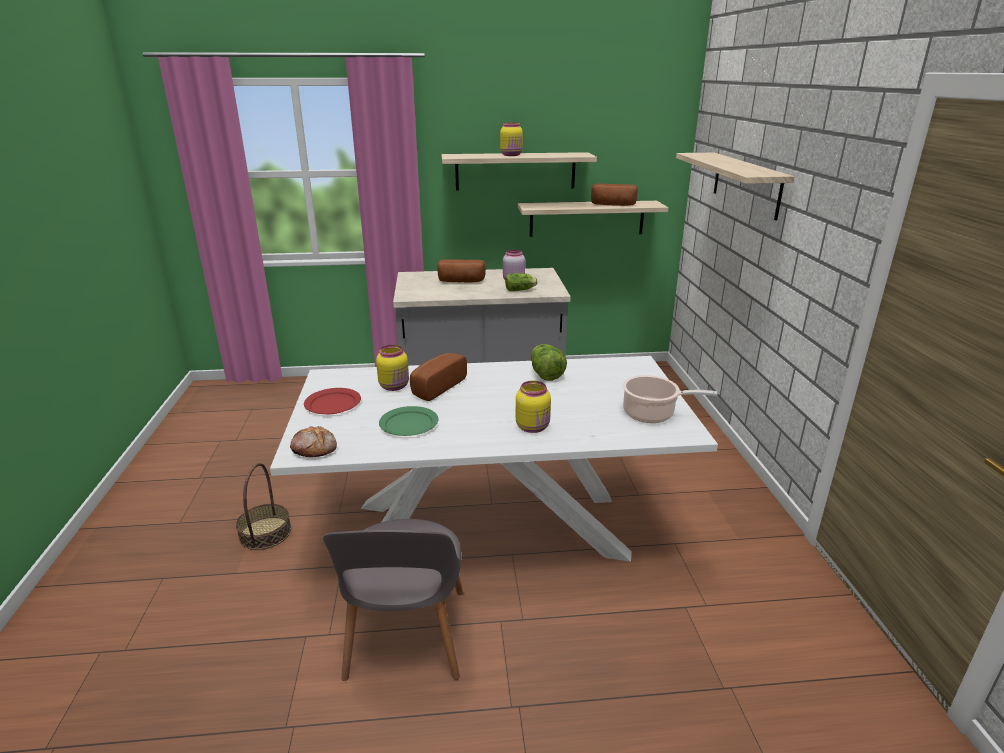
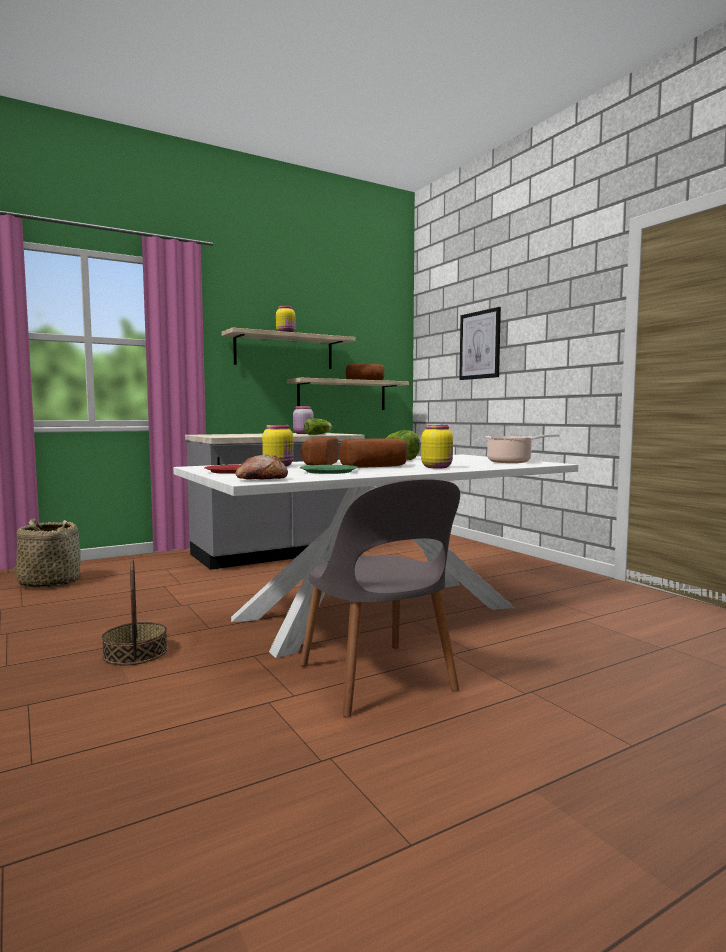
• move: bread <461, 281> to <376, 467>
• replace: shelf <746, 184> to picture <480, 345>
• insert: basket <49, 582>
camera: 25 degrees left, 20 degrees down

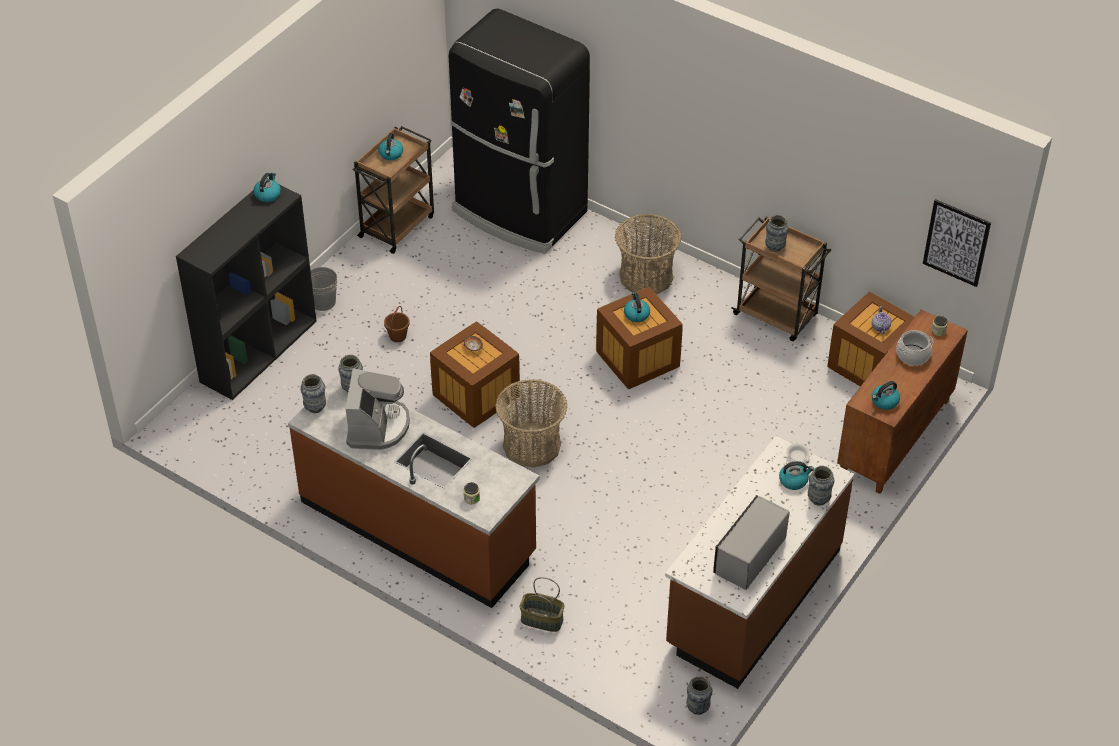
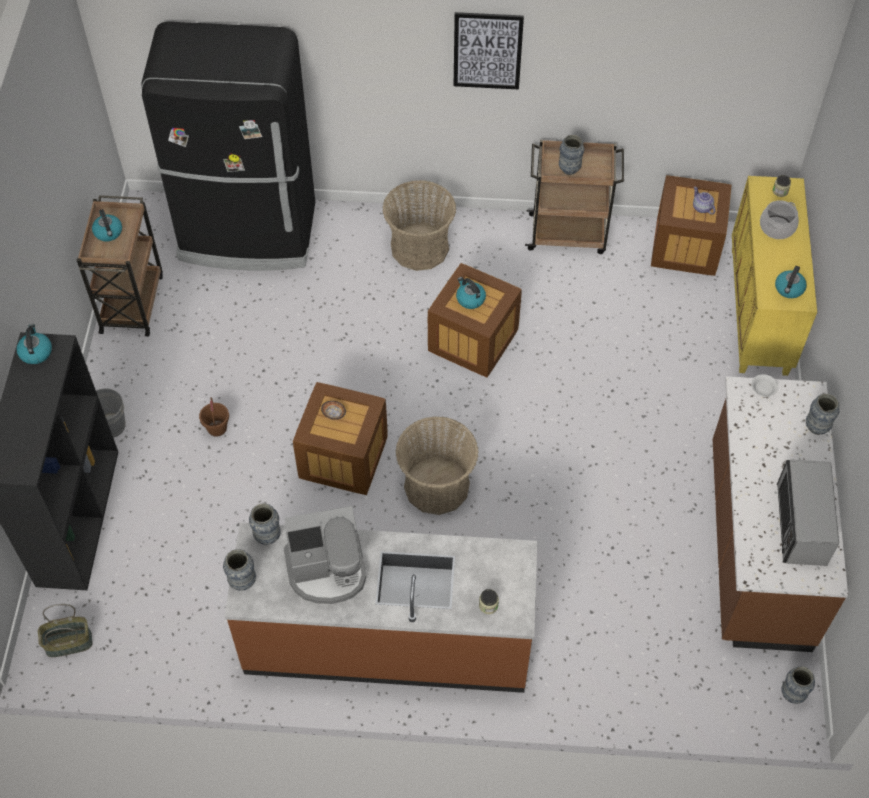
• rotate: coffee machine <377, 426> = <327, 570> 105 degrees clockwise
• move: basket <541, 620> to <68, 643>
• delete: kettle <794, 480>
• recolor: brown cabinet <895, 438> to yellow cabinet <760, 311>
• move: picture <956, 242> to <487, 50>
camera: 30 degrees left, 10 degrees up

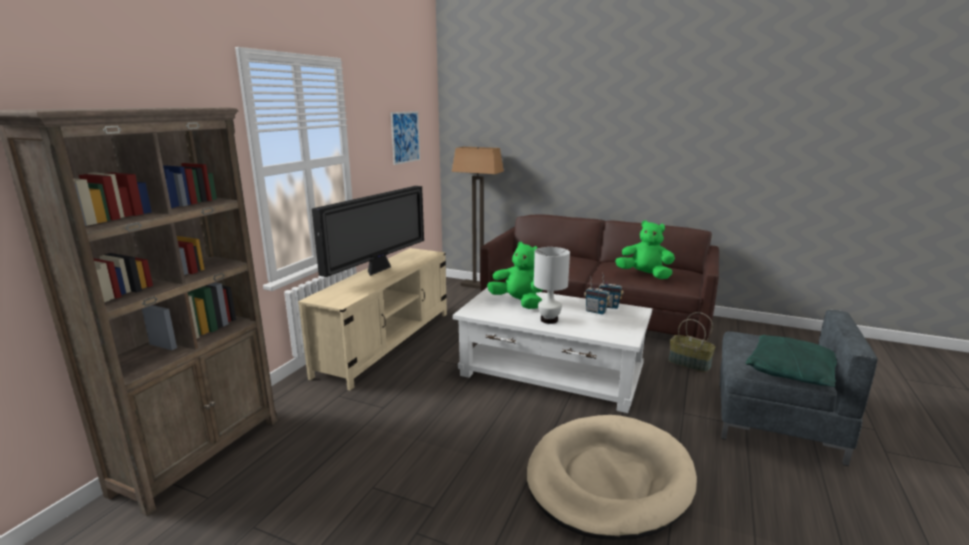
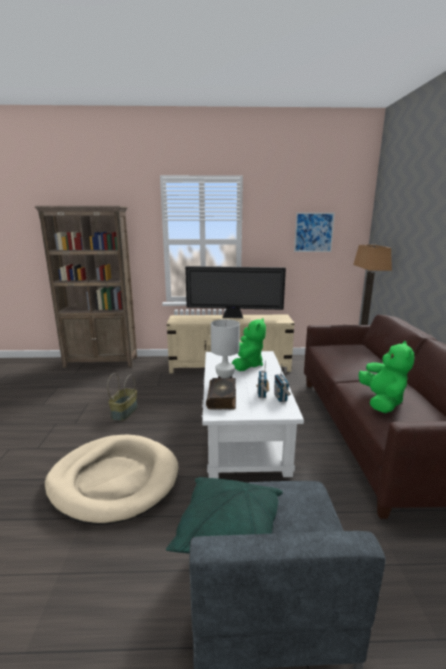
• move: basket <688, 364> to <124, 412>
• insert: book <222, 398>
camera: 65 degrees right, 0 degrees up

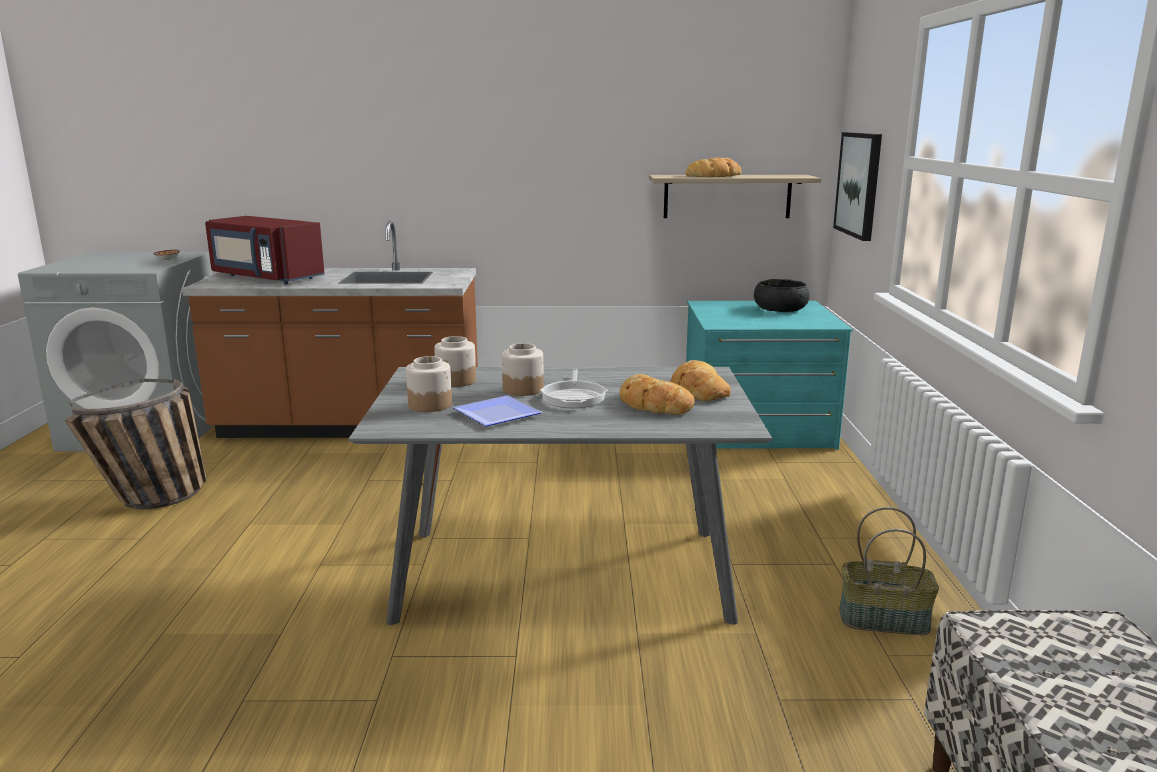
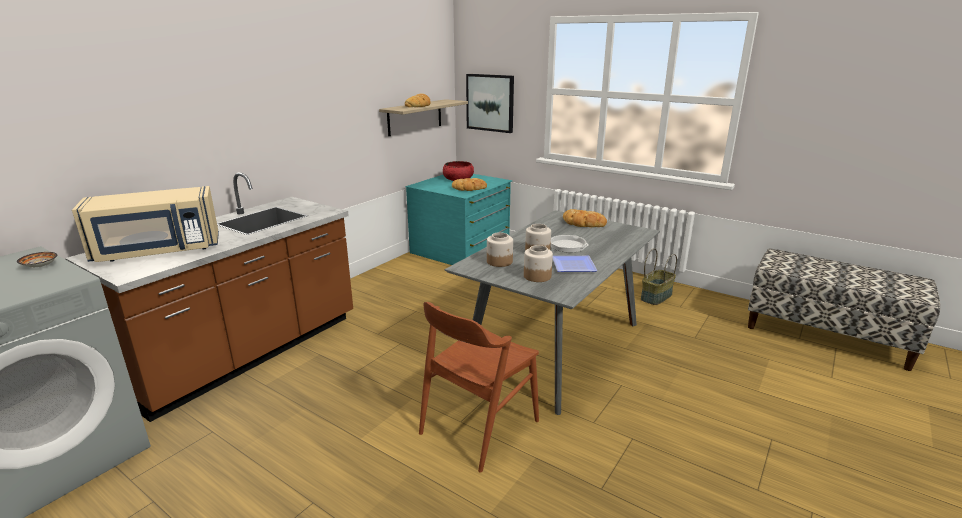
• delete: basket <152, 502>
• recolor: red microwave <266, 277> to beige microwave <158, 251>
• move: bread <653, 404> to <469, 188>
• recolor: black bowl <780, 309> to red bowl <458, 178>
• insert: brown chair <479, 427>
camera: 55 degrees left, 5 degrees up

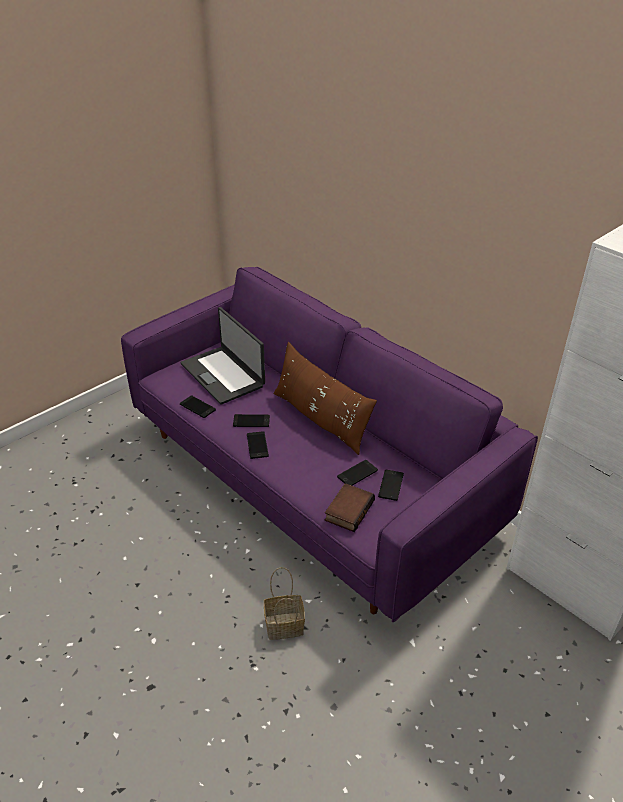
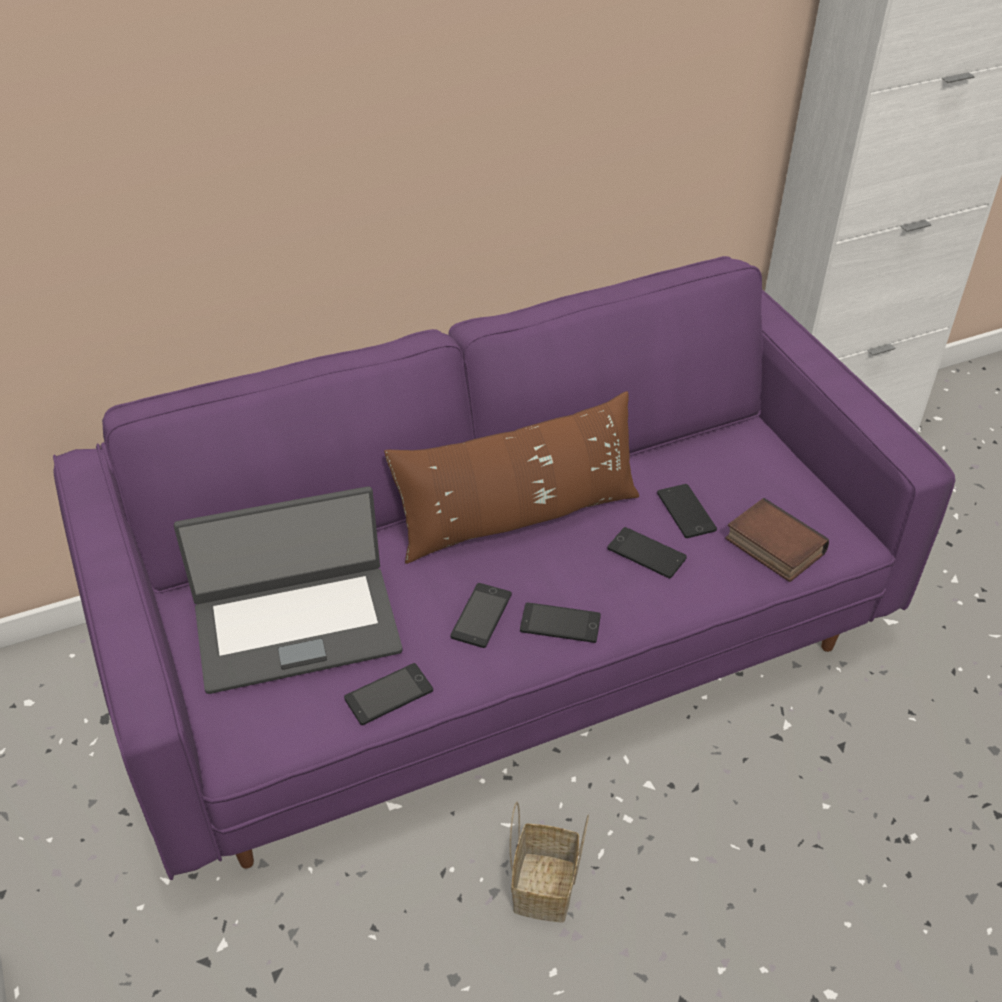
• move: basket <283, 626> to <545, 889>
• move: phone <391, 485> to <646, 553>
camera: 70 degrees left, 5 degrees up

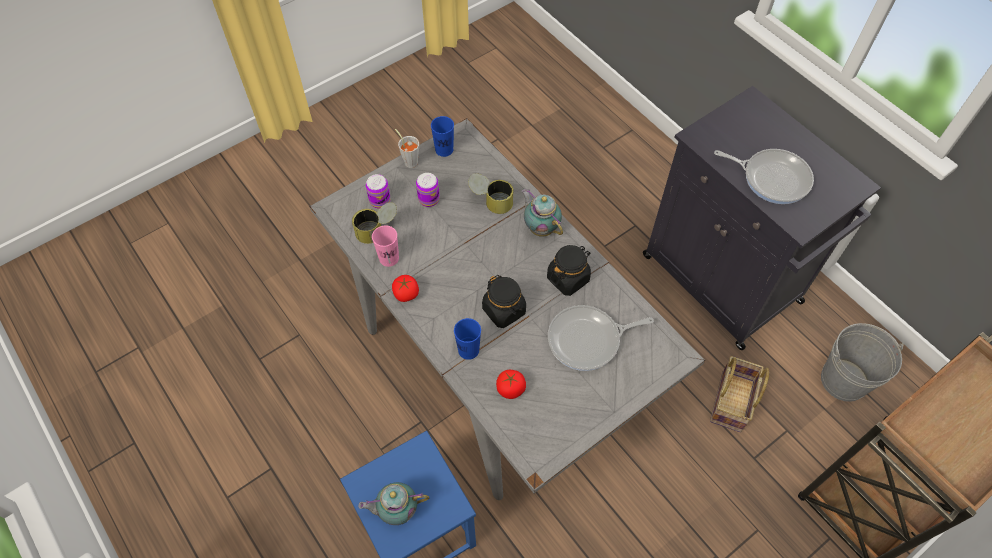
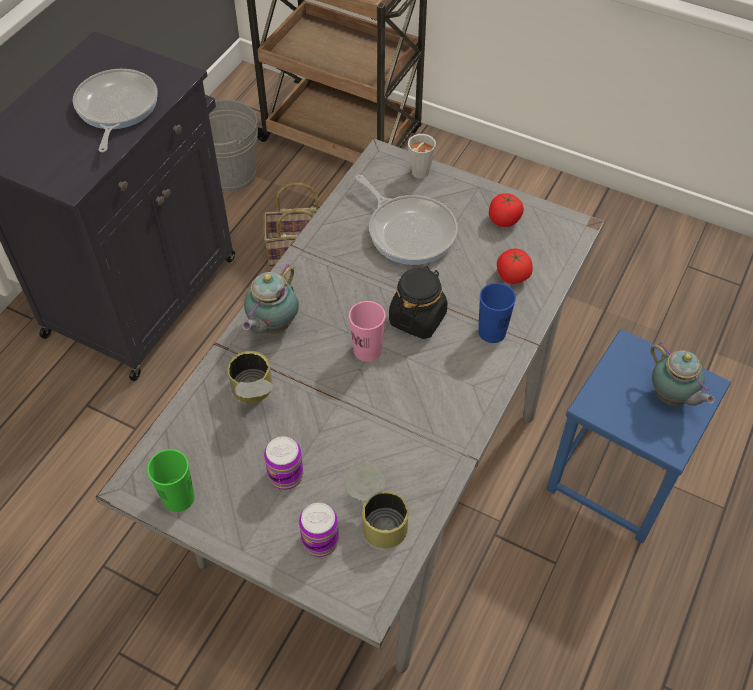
• move: pink cup <389, 258> to <367, 350>
• move: tomato <406, 294> to <504, 220>
• move: grey cup <409, 160> to <418, 175>
• recolor: blue cup <444, 150> to green cup <178, 498>
• delete: black jar <568, 278>
camera: 115 degrees left, 5 degrees down

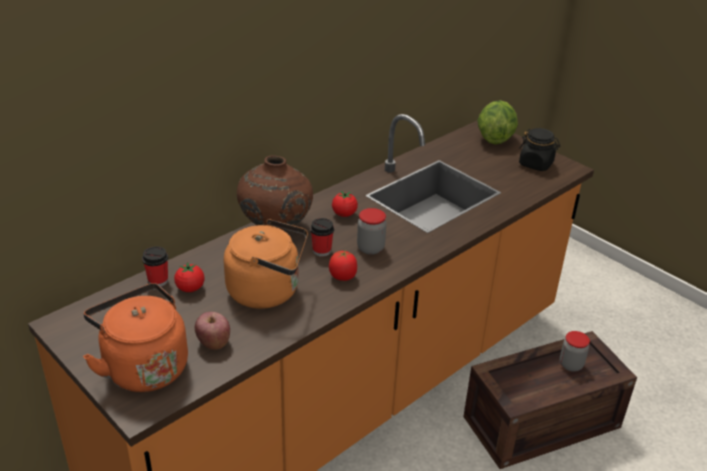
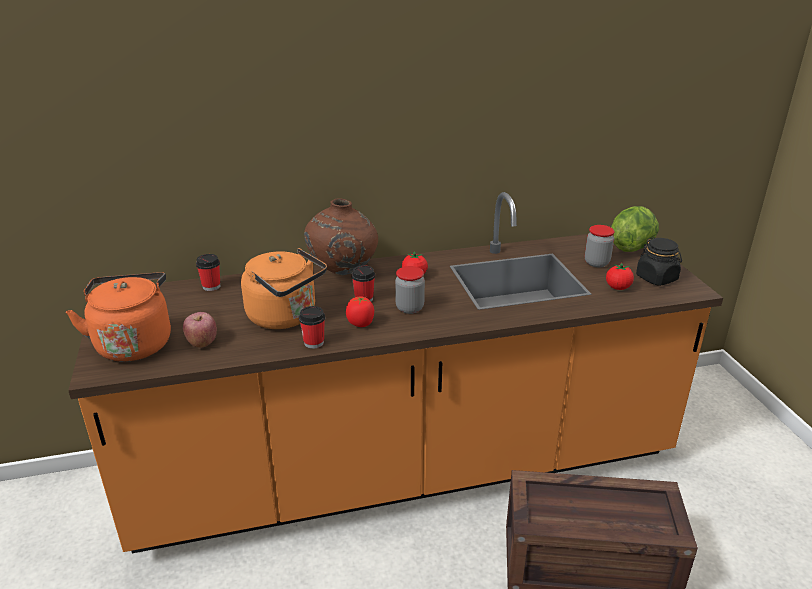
• move: tomato <190, 288> to <618, 288>
• move: jar <571, 365> to <596, 263>
• insert: cup <314, 342>
camera: 30 degrees right, 5 degrees down

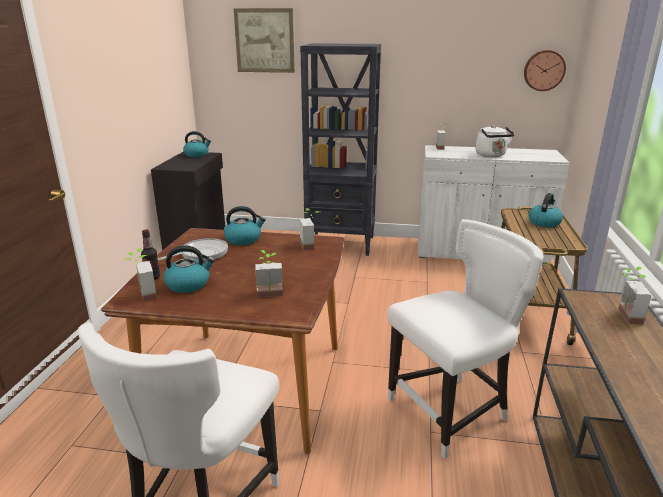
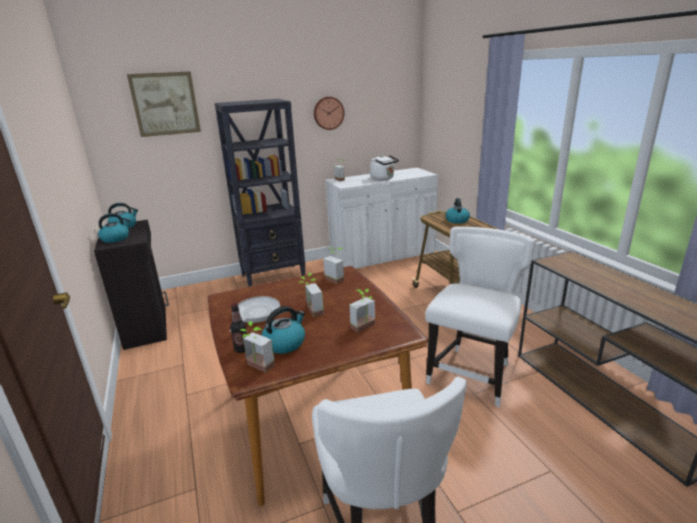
• move: kettle <243, 239> to <116, 238>
• move: wall clock <544, 70> to <328, 113>
• move: potted plant <623, 316> to <311, 312>
camera: 30 degrees left, 0 degrees up

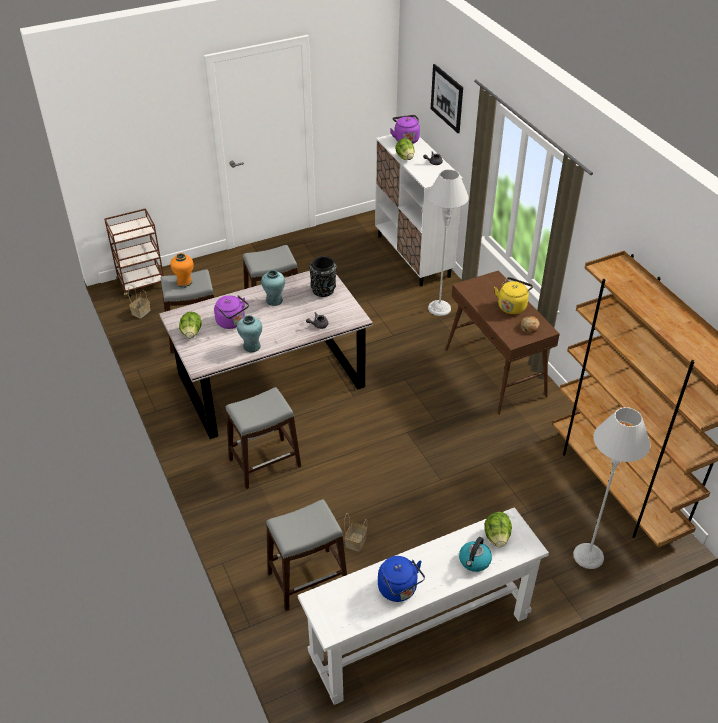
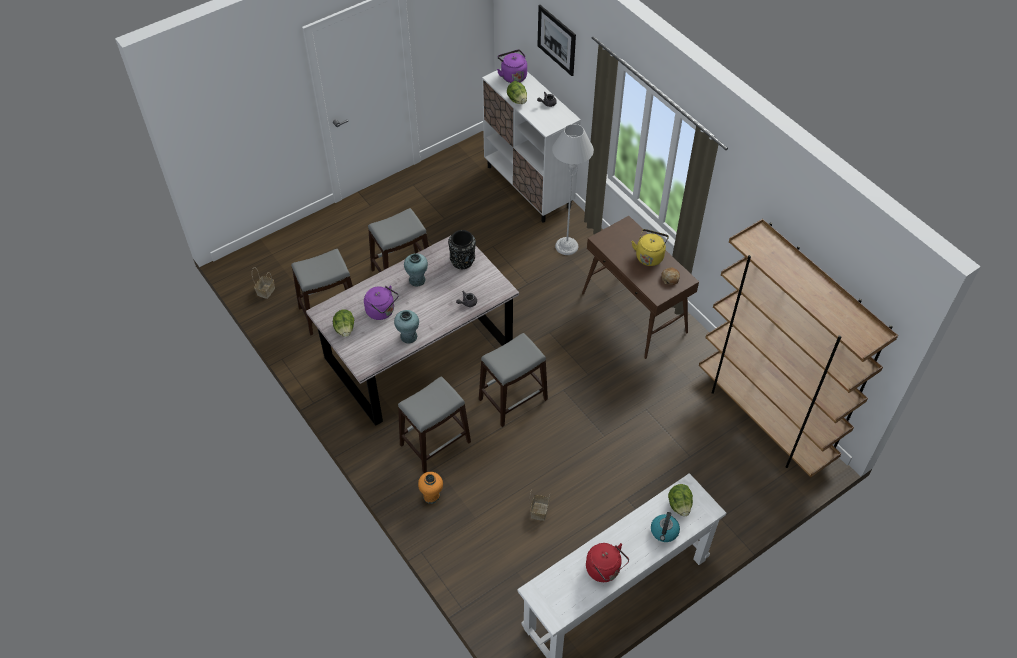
• delete: brown cart <142, 284>
• move: orange vase <184, 282> to <431, 496>
• move: grey stool <308, 579> to <513, 399>
• recolor: blue kettle <399, 590> to red kettle <605, 570>
• delete: grey floor lamp <588, 556>
camera: 10 degrees left, 10 degrees up

